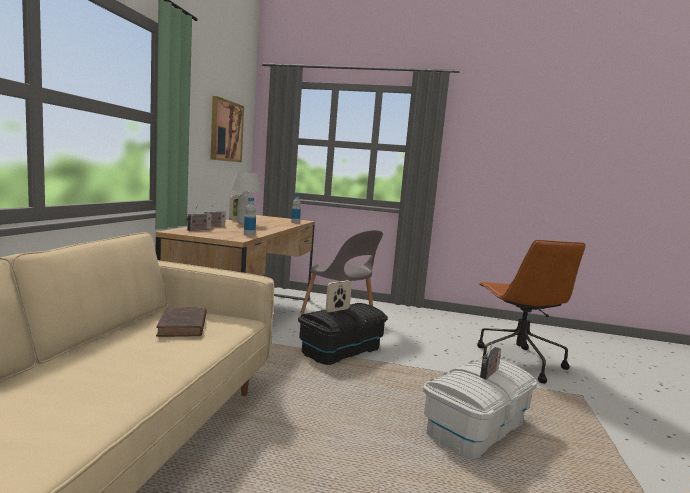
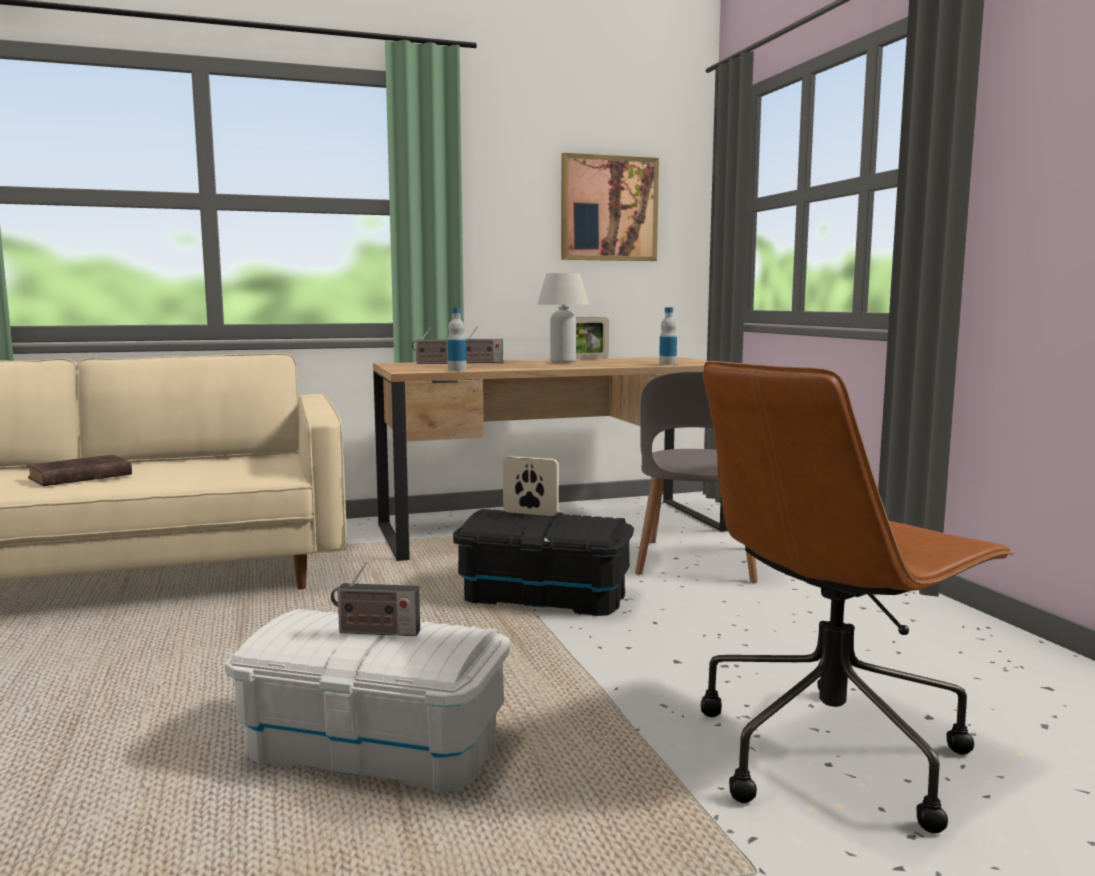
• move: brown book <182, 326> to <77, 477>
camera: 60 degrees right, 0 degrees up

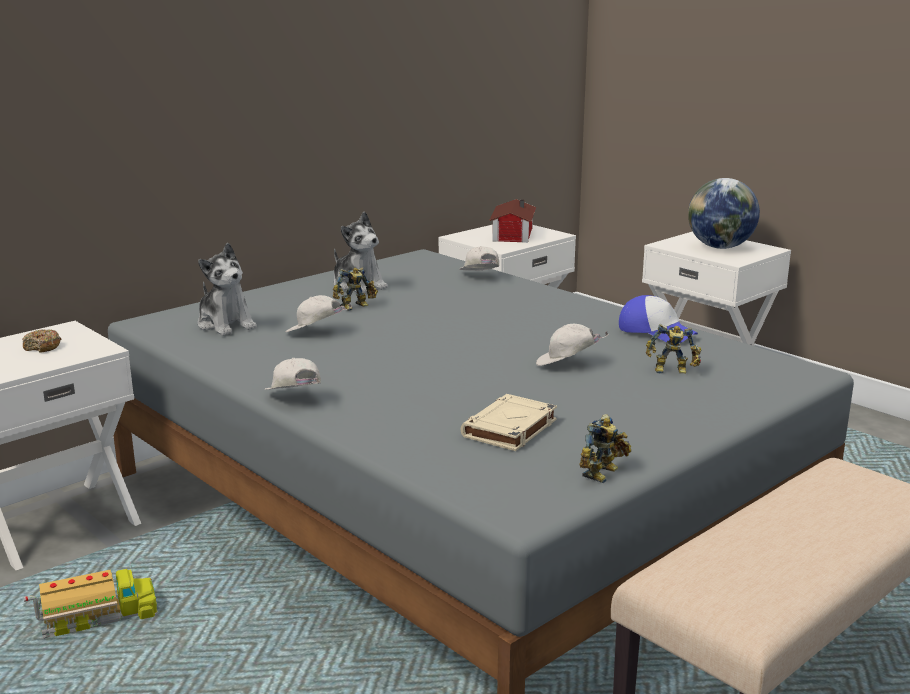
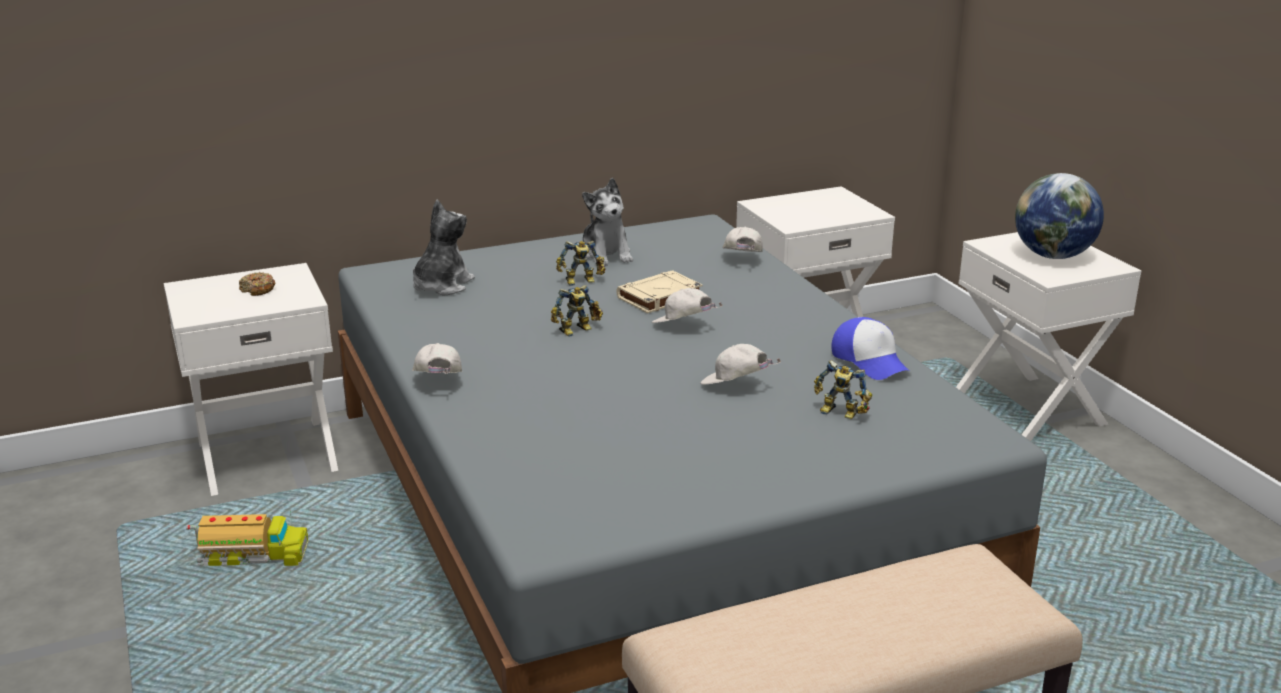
• rotate: plush toy <226, 324> = <441, 285> 135 degrees counterclockwise
• move: white cap <315, 332> to <683, 327>
• move: beige book <509, 429> to <659, 297>
• delete: toy house <511, 234>
• move: toy robot <604, 473> to <577, 331>
camera: 20 degrees right, 5 degrees up

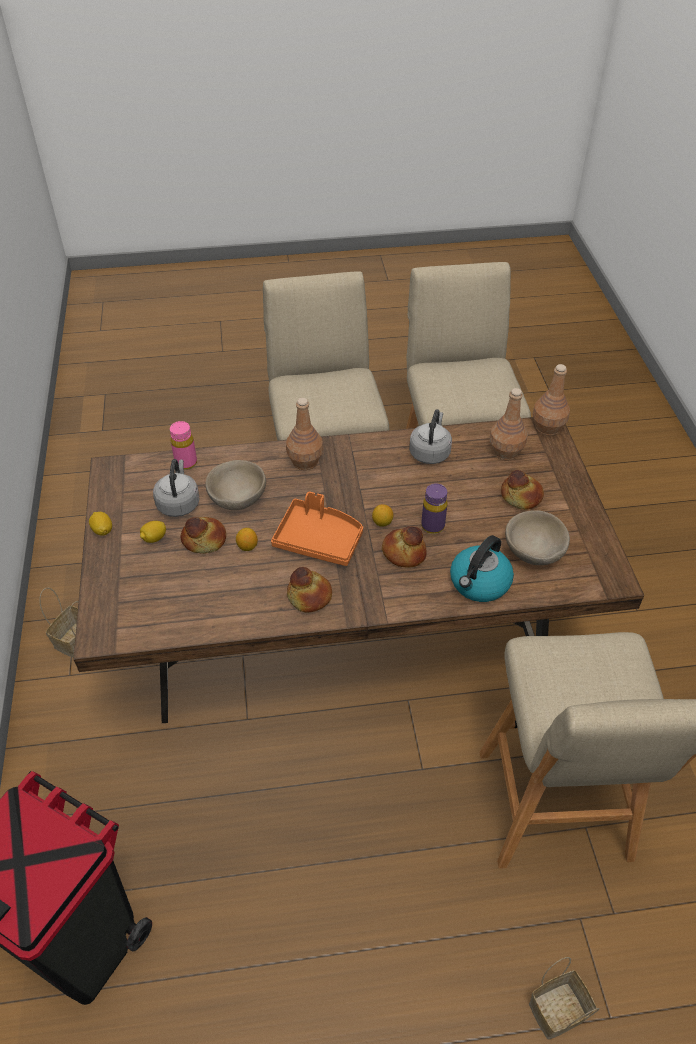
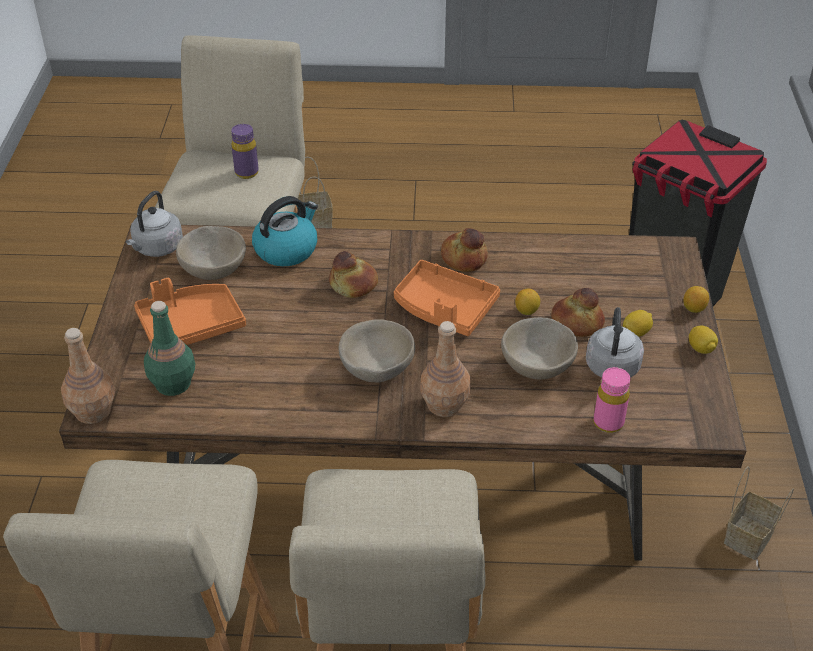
• move: lemon <382, 523> to <694, 308>
• move: grey kettle <430, 452> to <157, 248>
• move: purple bottle <432, 526> to <246, 173>
• recolor: brown bottle <506, 452> to green bottle <172, 383>
• replace: bread <520, 497> to orange tray <190, 326>
• insert: beige bowl <376, 368>
camera: 170 degrees left, 5 degrees down

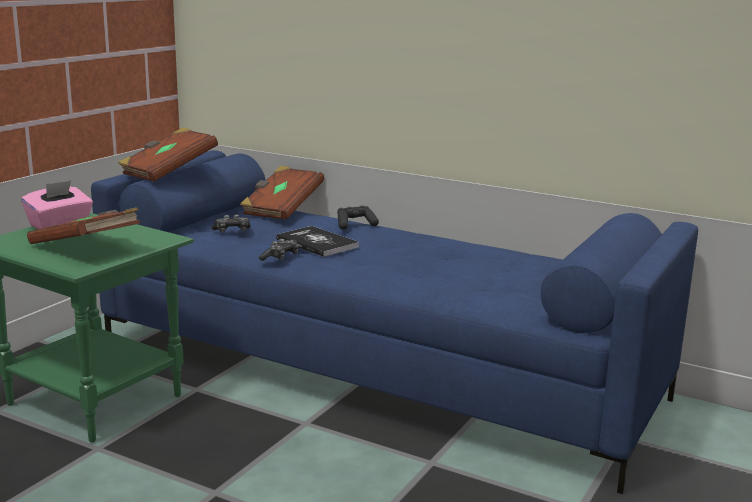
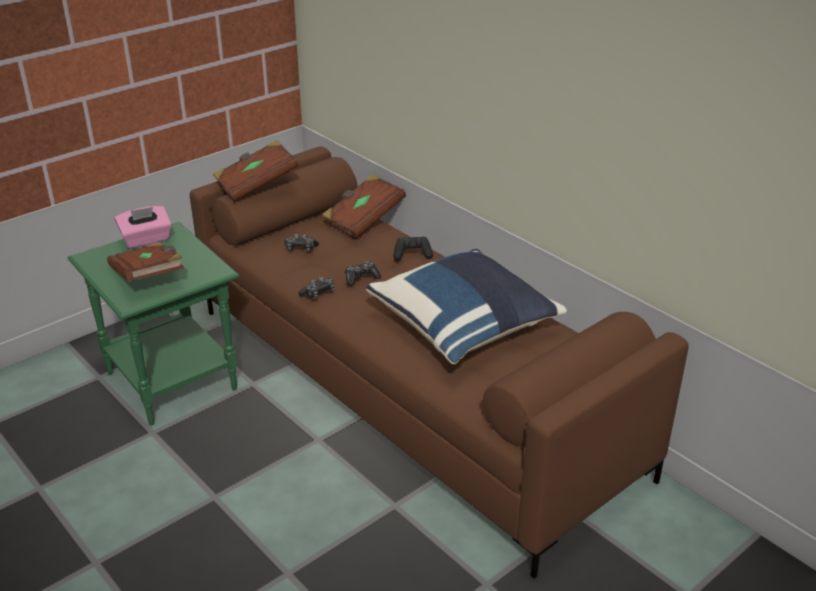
• recolor: blue sofa <376, 368> to brown sofa <410, 388>
• replace: book <317, 243> to game controller <361, 277>
• insert: blue pillow <464, 327>
camera: 20 degrees right, 15 degrees up

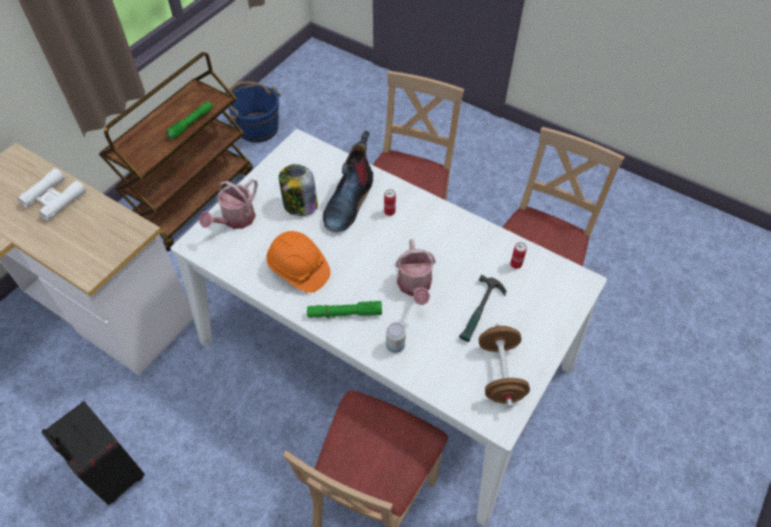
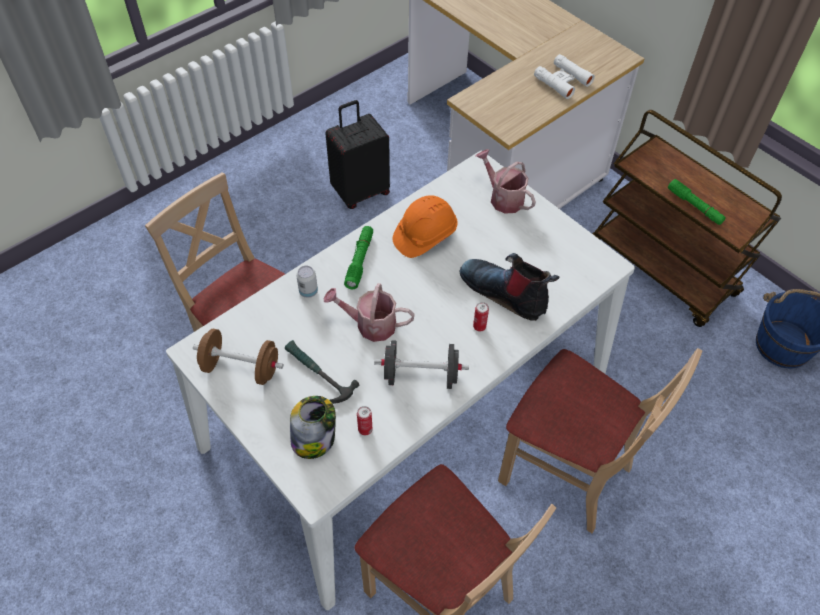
• move: jar <300, 205> to <314, 439>
• insert: black dumbbell <421, 376>
camera: 105 degrees right, 0 degrees up

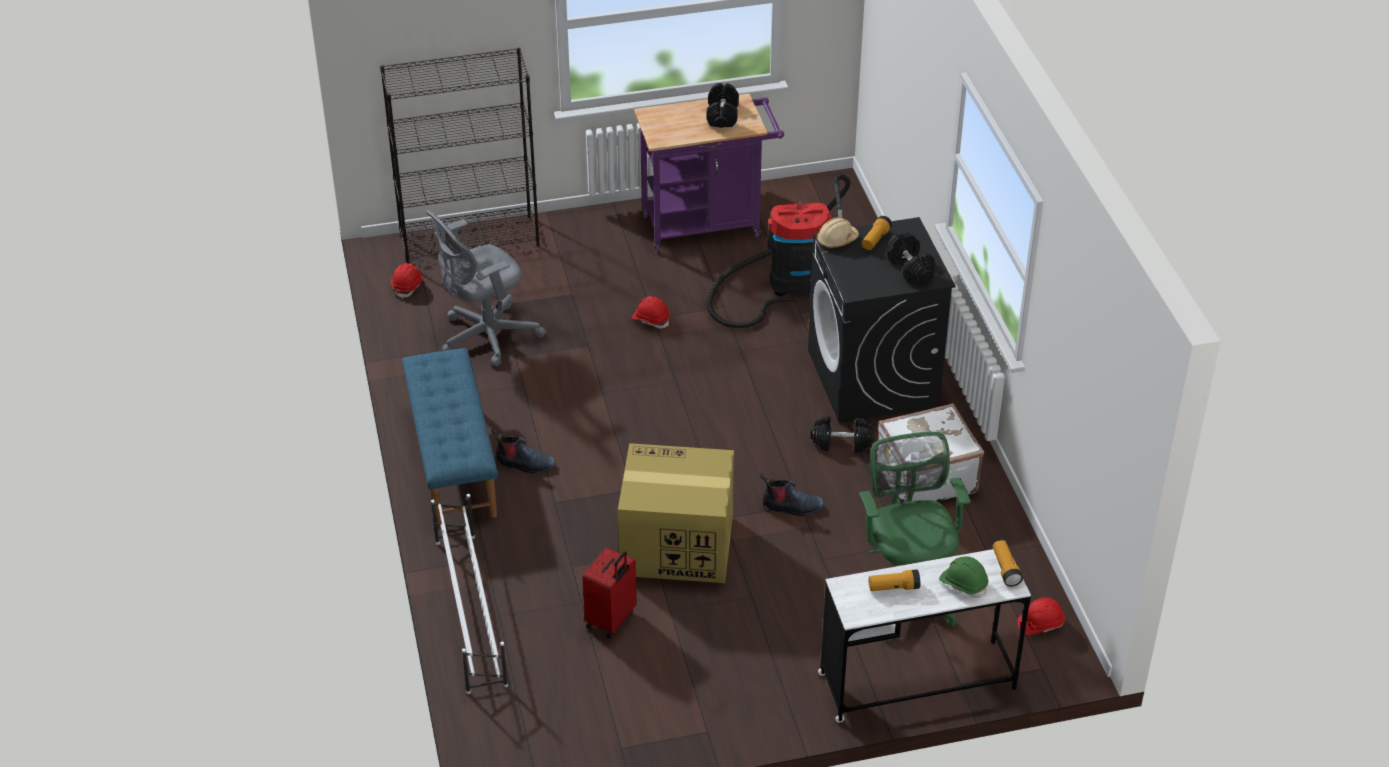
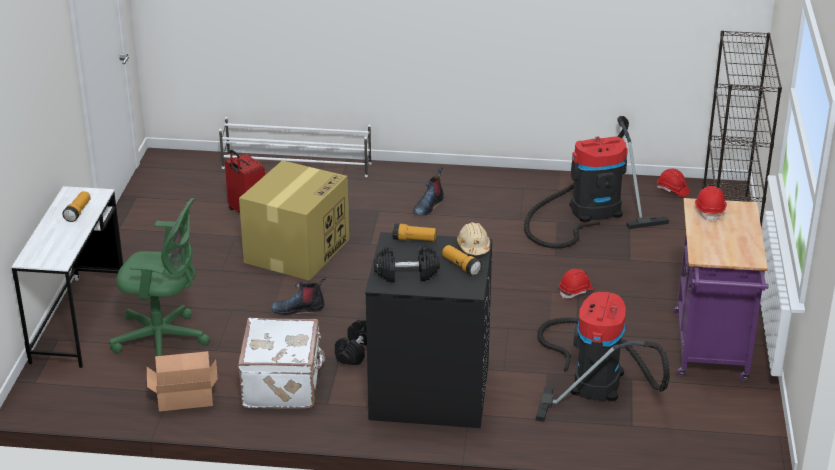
• delete: blue bench <452, 460>
• replace: grey office chair <485, 336> to vacuum cleaner <590, 212>
• delete: black dumbbell <722, 115>
• rotate: boot <791, 507> = <299, 309> 60 degrees clockwise
• delete: green hard hat <963, 584>
• move: flashlight <1005, 569> to <414, 240>
• move: red hard hat <1040, 624> to <709, 211>
• insert: cardboard box <183, 396>
camera: 110 degrees right, 10 degrees down

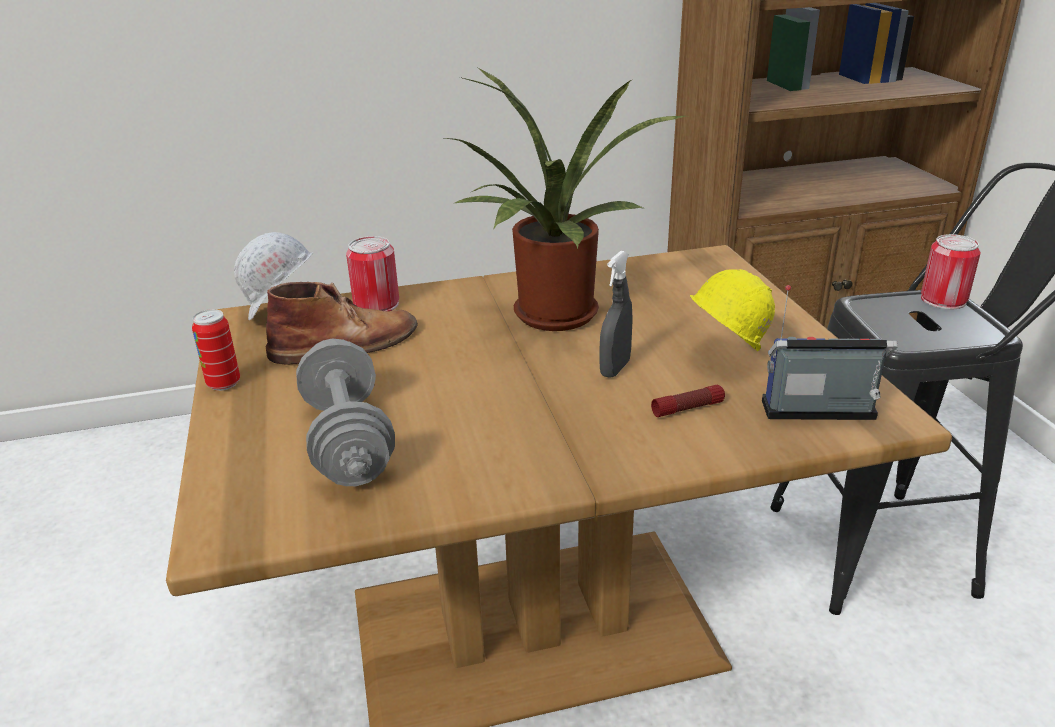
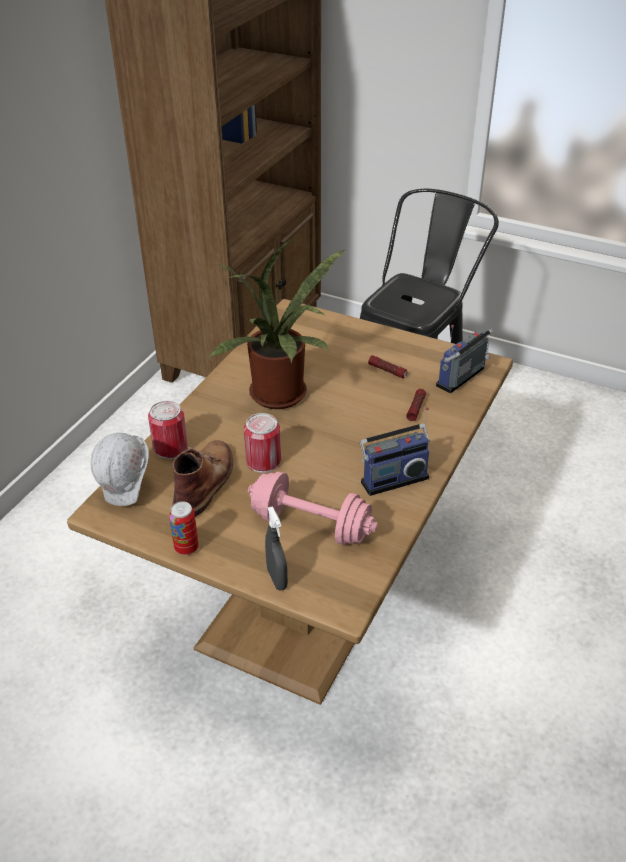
• recolor: grey dumbbell <348, 440> to pink dumbbell <311, 525>
• move: grey spray bottle <615, 369> to <277, 578>
• replace: yellow hard hat <724, 355> to flashlight <387, 371>
• move: can <943, 300> to <263, 461>
• insert: radio <393, 478>
camera: 50 degrees left, 10 degrees up

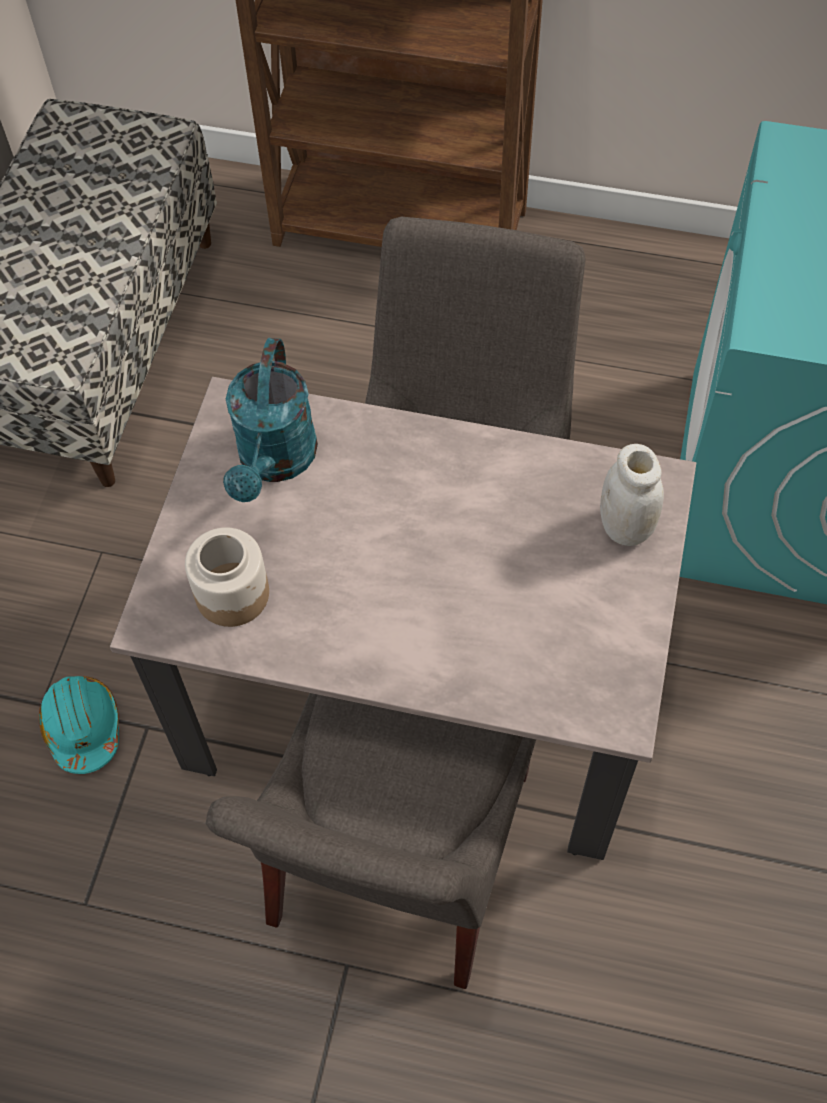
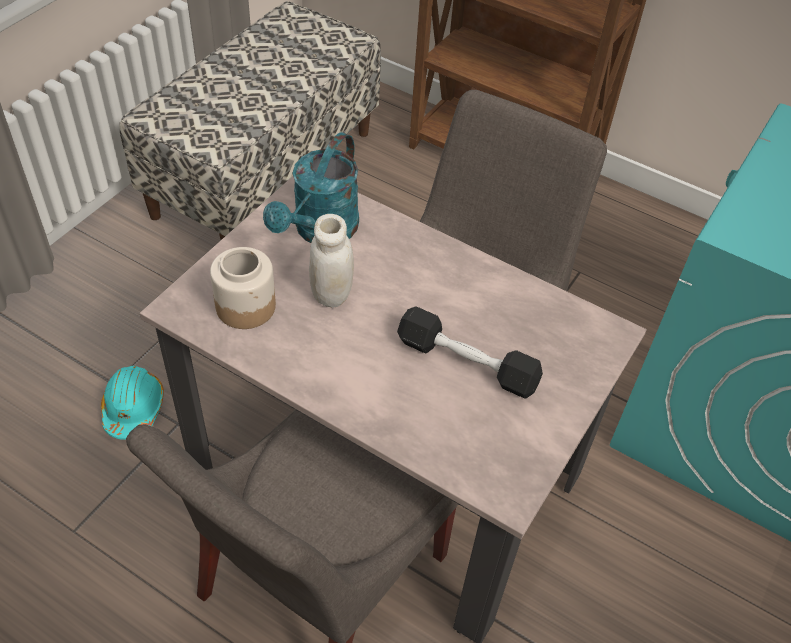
• move: white jar <625, 527> to <331, 294>
• insert: black dumbbell <467, 363>
camera: 15 degrees right, 10 degrees down

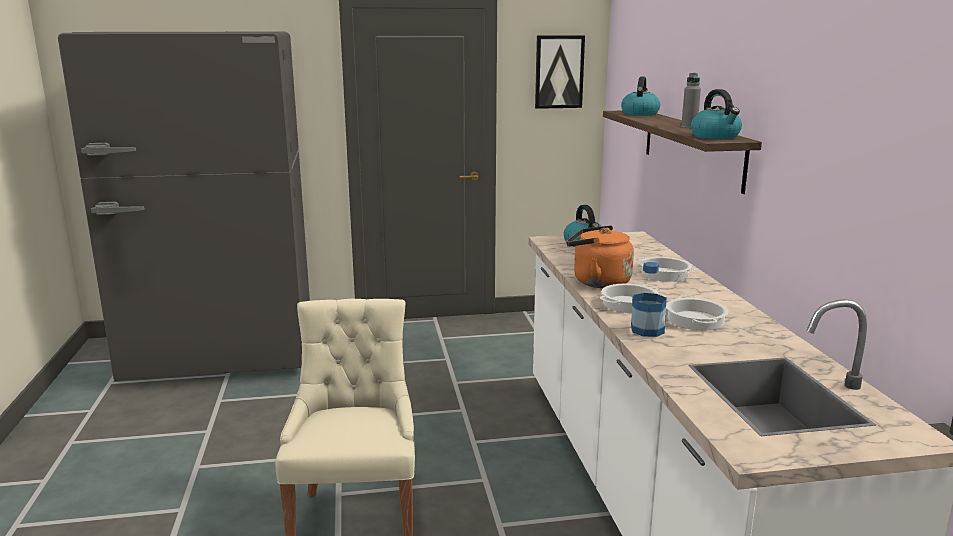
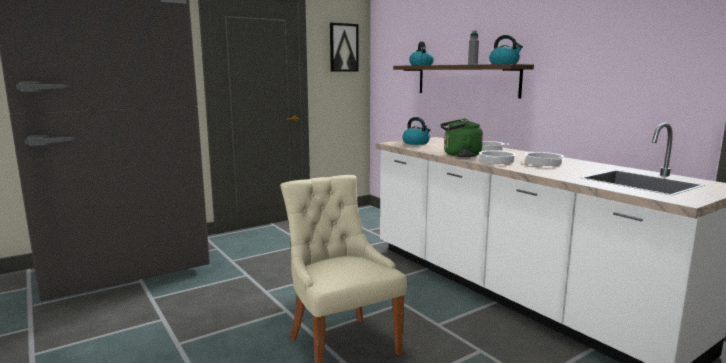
• recolor: orange kettle <597, 282> to green kettle <459, 155>
• delete: bottle <647, 330>
camera: 25 degrees left, 5 degrees down

